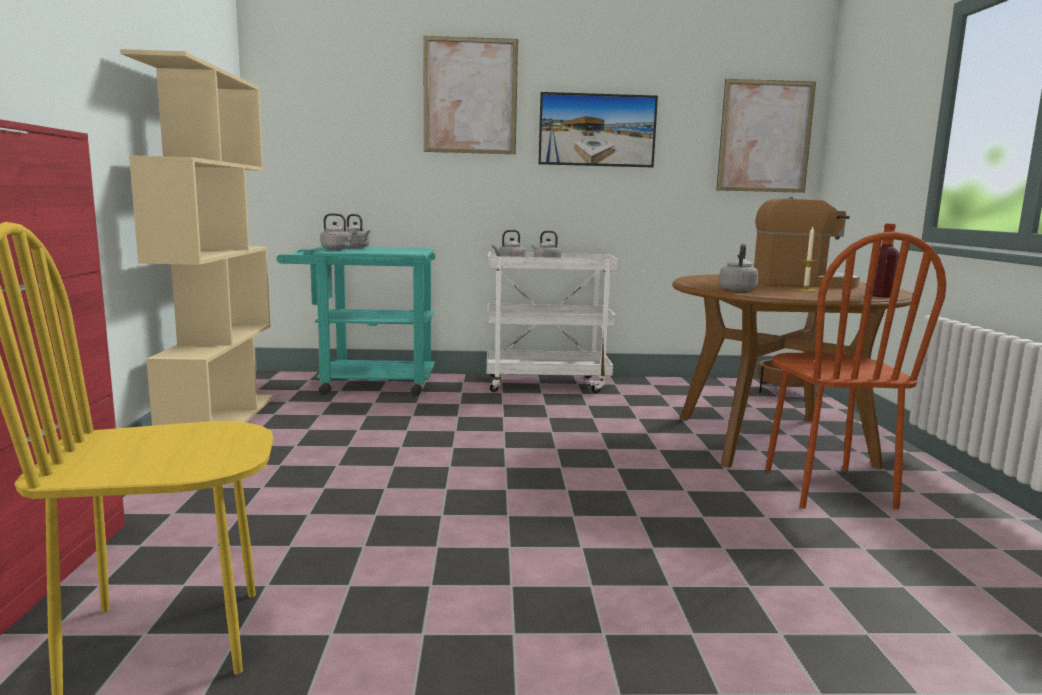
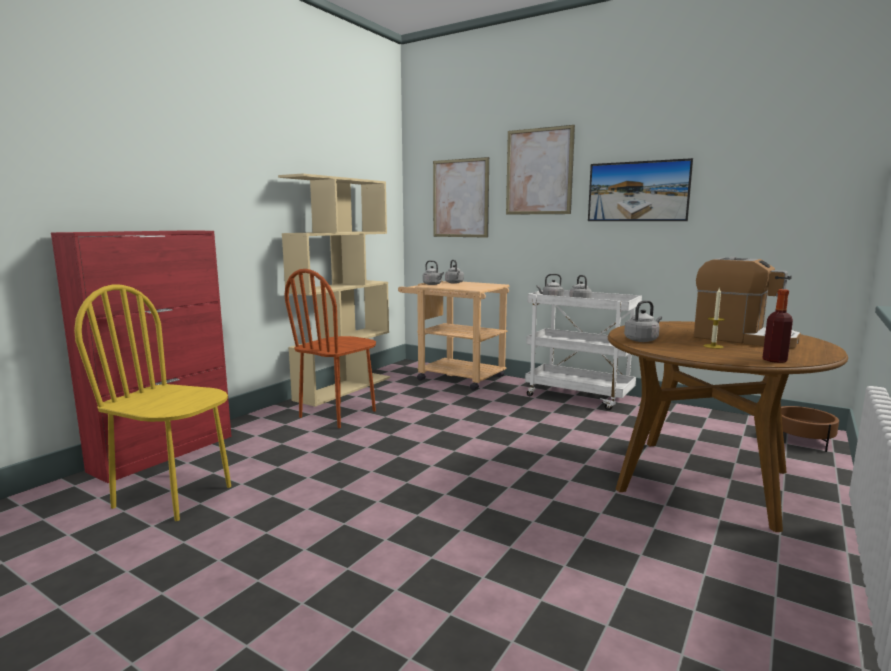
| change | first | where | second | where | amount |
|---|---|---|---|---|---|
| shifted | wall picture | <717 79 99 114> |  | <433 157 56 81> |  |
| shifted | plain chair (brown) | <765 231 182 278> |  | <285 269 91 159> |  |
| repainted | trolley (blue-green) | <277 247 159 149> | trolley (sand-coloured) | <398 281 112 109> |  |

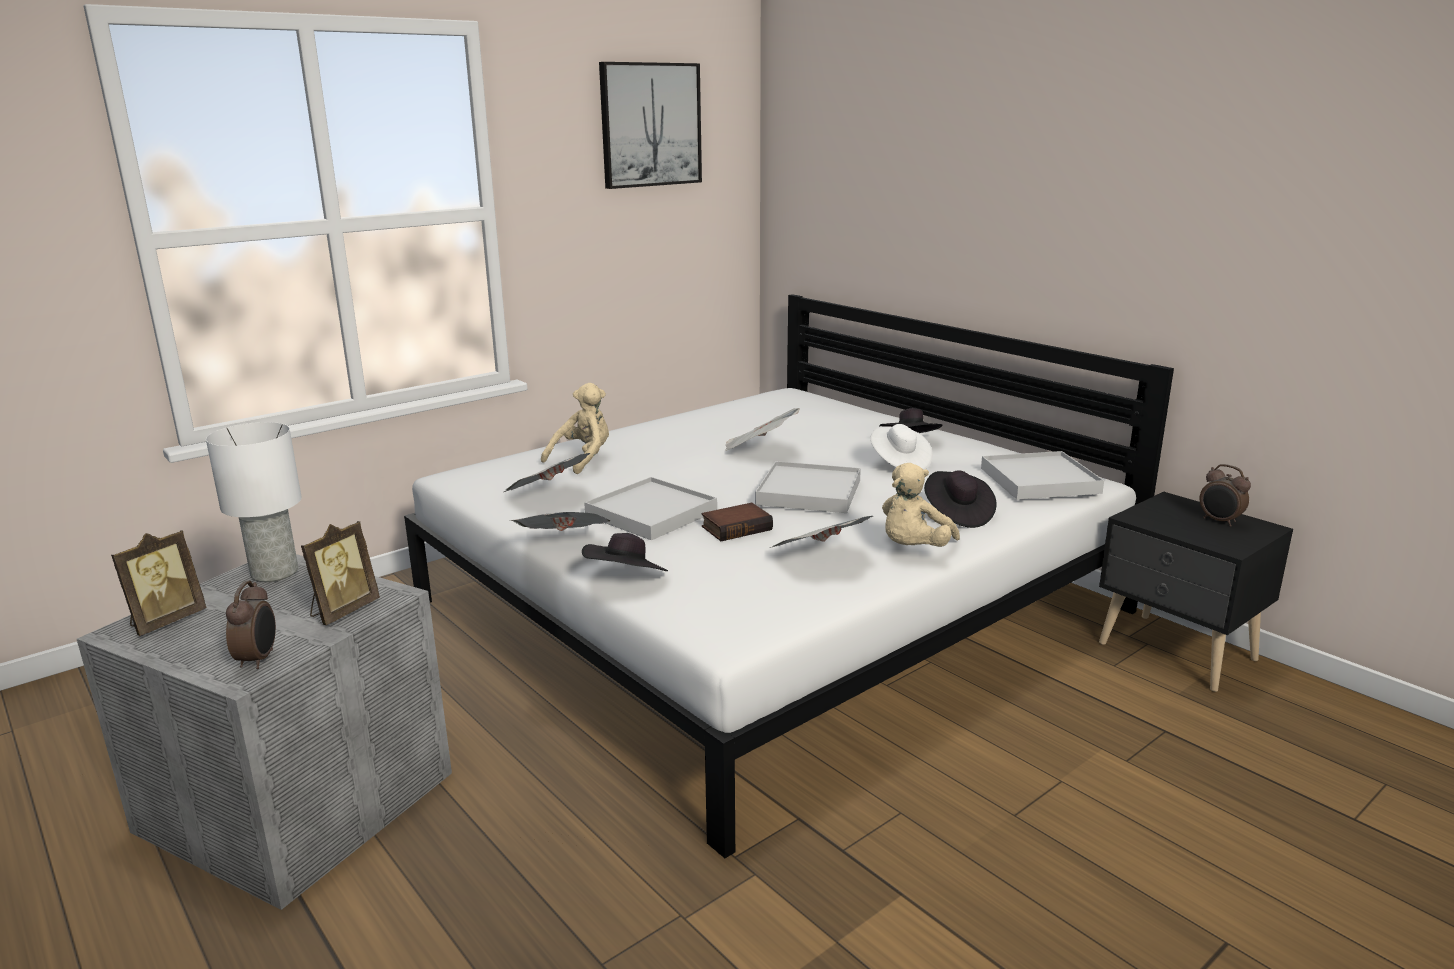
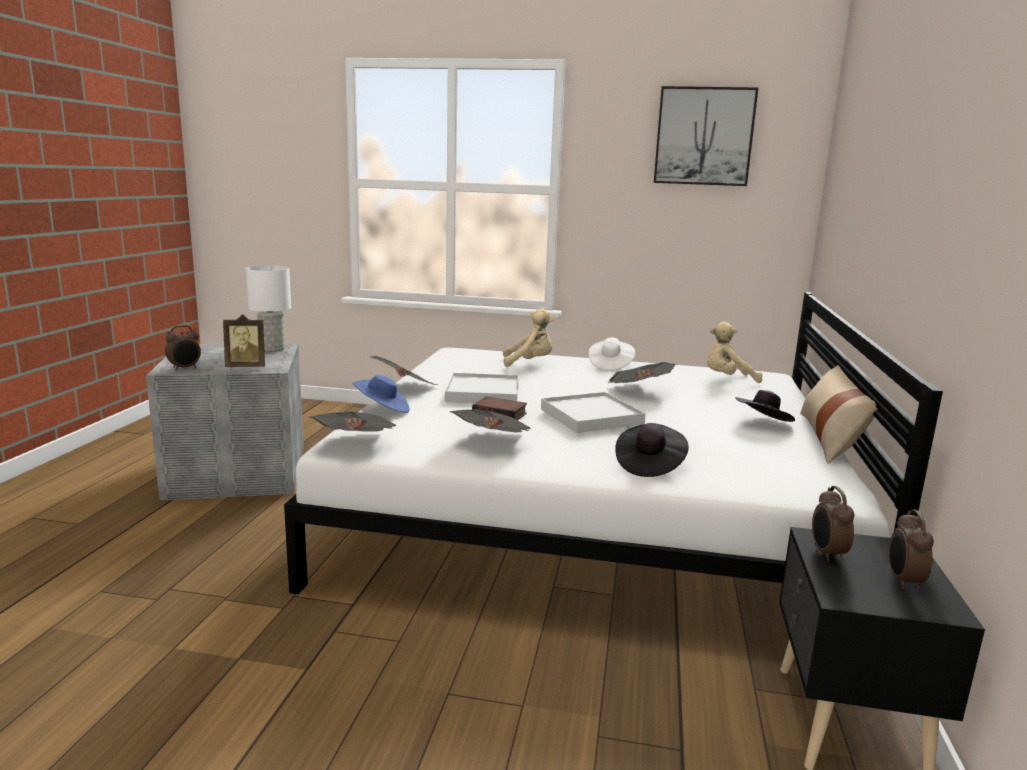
| change | first | where | second | where | amount |
|---|---|---|---|---|---|
| shifted | clothing hat (white-coloured) | <870 424 63 46> |  | <588 338 48 33> |  |
| gone | tray (white-coloured) | <981 451 123 49> |  |  |  |
| shifted | printed paper | <504 453 86 39> |  | <309 412 87 20> |  |
| shifted | cuddly toy (sand-coloured) | <882 463 78 84> |  | <707 322 55 61> |  |
| gone | standing frame | <111 530 95 106> |  |  |  |
| repainted | clothing hat (black-coloured) | <582 533 86 38> | clothing hat (bluish) | <353 375 57 38> |  |
| new |  |  | pillow (sand-coloured) | <800 365 78 99> |  |
| new |  |  | bedside clock | <812 486 42 75> |  |

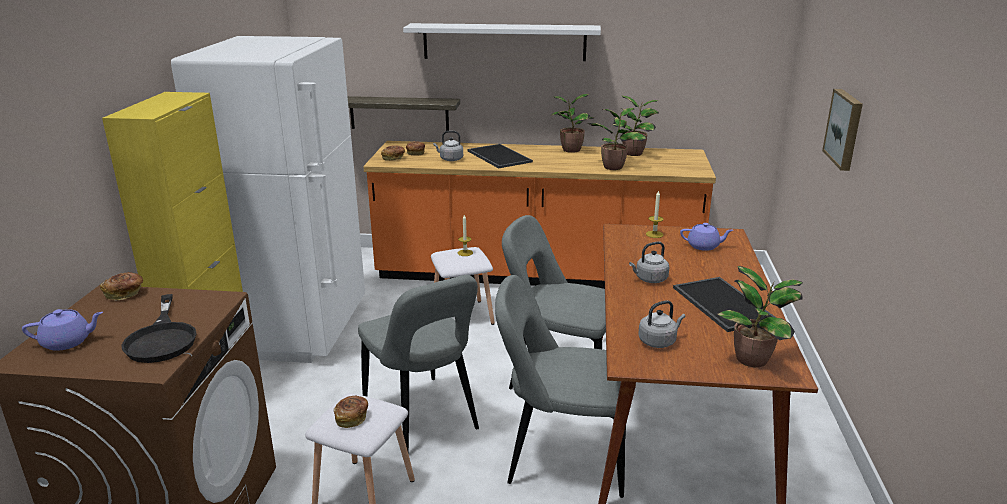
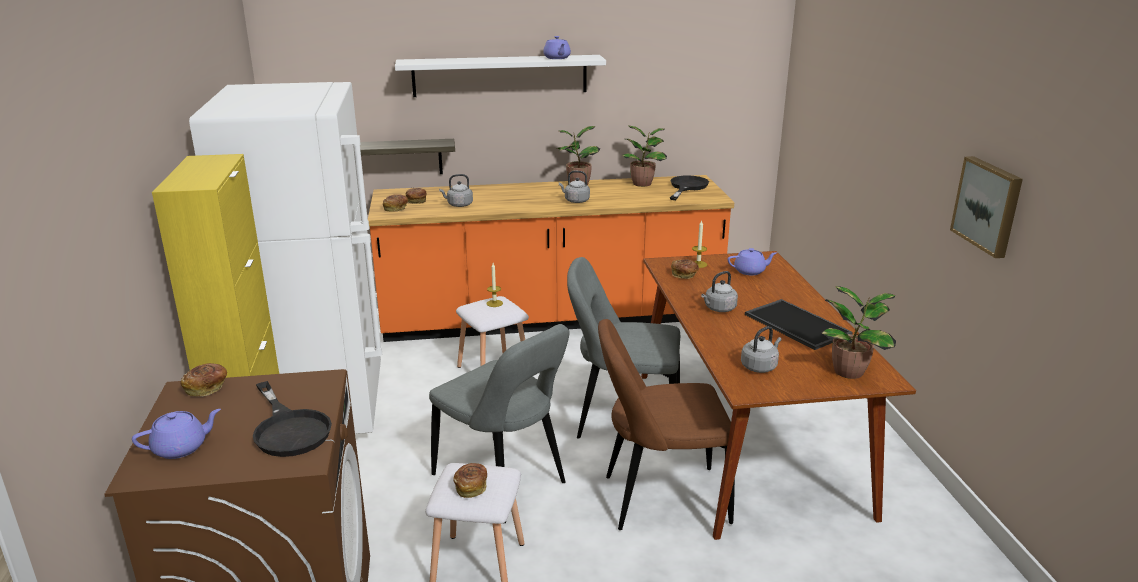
| change | first | where | second | where | amount |
|---|---|---|---|---|---|
| shifted | wall picture | <822 89 41 82> |  | <950 156 73 102> |  |
| gone | potted plant | <589 108 57 62> |  |  |  |
| gone | tray | <467 144 66 24> |  |  |  |
| repainted | plain chair (greyish) | <495 275 131 223> | plain chair (brown) | <598 319 137 211> |  |
| new |  |  | pot for tea (purple-coloured) | <543 36 28 23> |  |
| new |  |  | water kettle (greyish) | <559 171 31 32> |  |
| new |  |  | frying pan (black-coloured) | <670 175 39 25> |  |
| new |  |  | bakery bread | <671 259 28 20> |  |

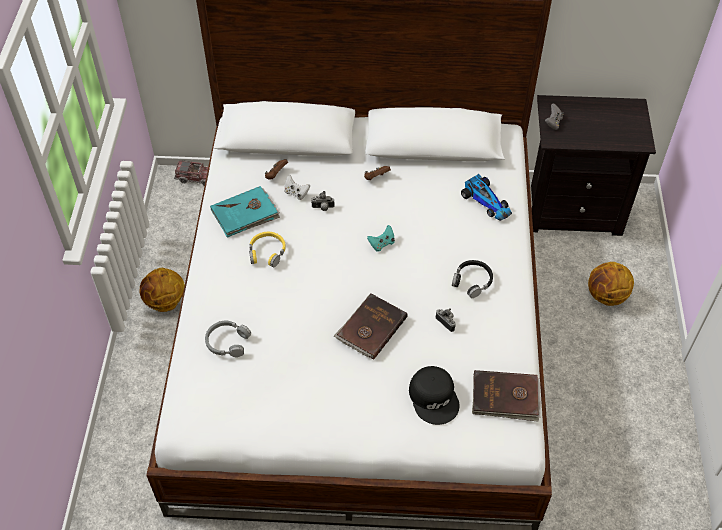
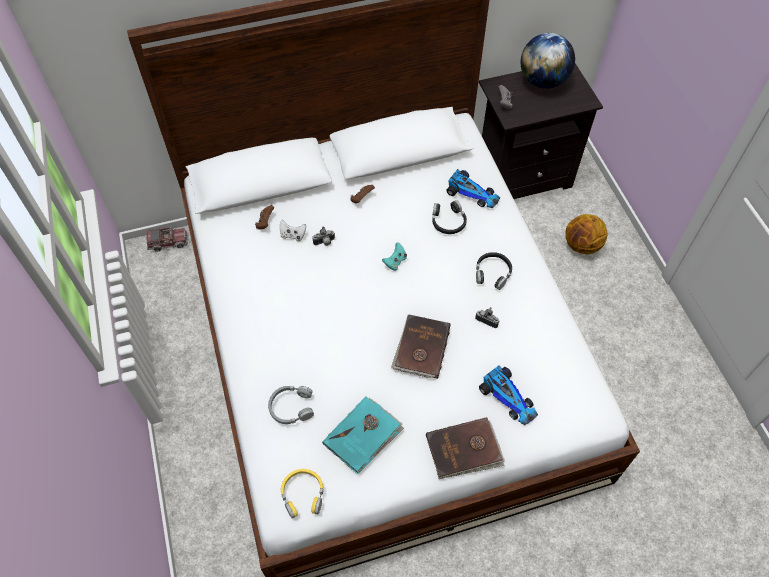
| change | first | where | second | where | amount |
|---|---|---|---|---|---|
| shifted | volume (blue-green) | <210 186 70 51> |  | <322 397 82 77> |  |
| shifted | pair of headphones (yellowish) | <249 232 37 36> |  | <281 469 42 49> |  |
| gone | ball for basketball | <140 268 45 44> |  |  |  |
| swapped | baseball cap (black-coloured) | <409 366 51 59> | model car | <479 365 59 60> |  |
| shifted | volume (brown) | <472 370 69 52> |  | <426 417 79 62> |  |
| new |  |  | desk globe | <521 33 54 56> |  |
| new |  |  | pair of headphones (black-coloured) | <432 200 35 34> |  |

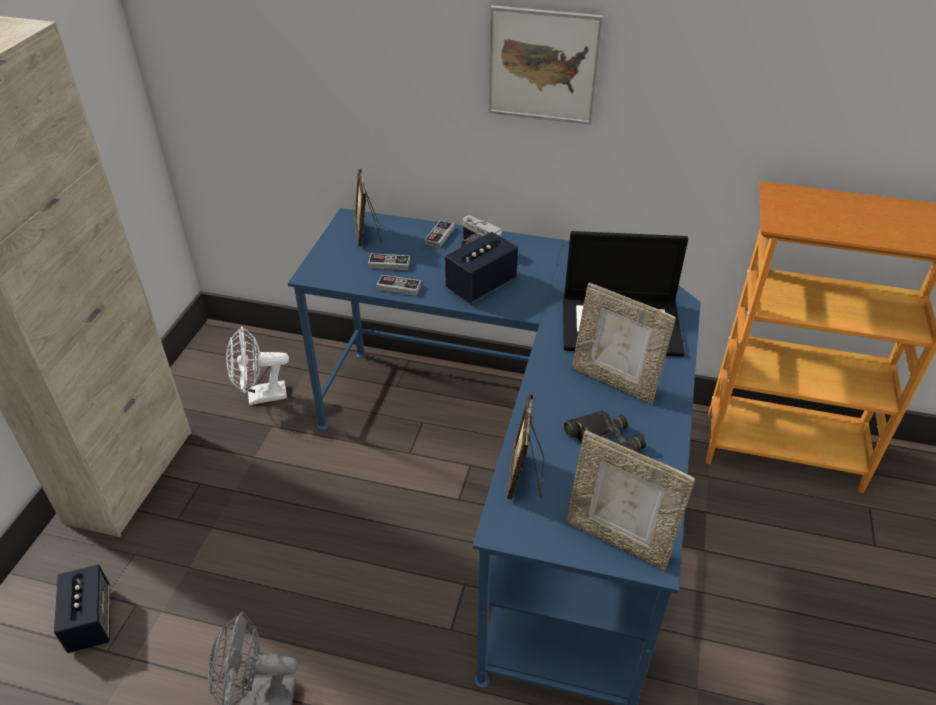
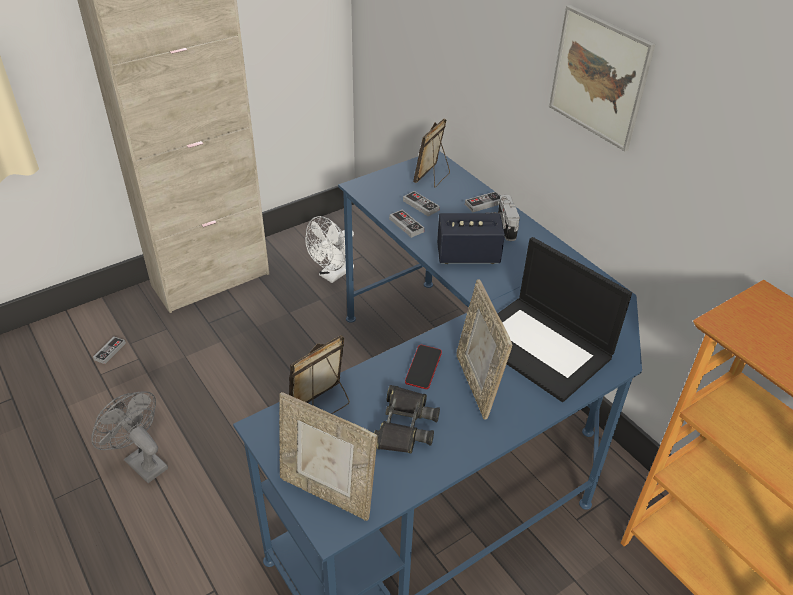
| change | first | where | second | where | amount |
|---|---|---|---|---|---|
| rotated | cooling fan (white-coloured) | <226 326 63 79> |  | <306 216 48 67> | 75 degrees counterclockwise |
| rotated | standing frame | <566 430 129 140> |  | <279 392 99 129> | 45 degrees counterclockwise |
| swapped | loudspeaker | <54 564 56 89> | game controller | <93 336 33 28> |  |
| new |  |  | phone | <405 345 37 44> |  |

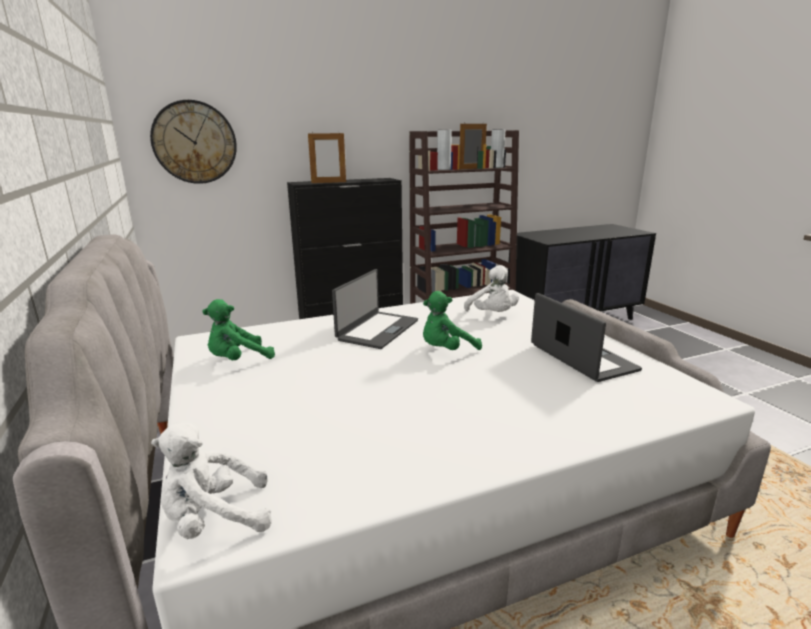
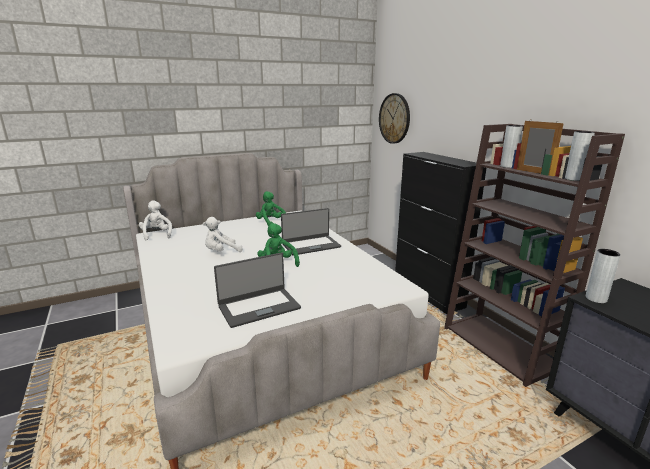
| change | first | where | second | where | amount |
|---|---|---|---|---|---|
| gone | standing frame | <308 132 38 51> |  |  |  |
| shifted | cuddly toy (white-coloured) | <464 265 55 47> |  | <203 217 40 35> |  |
| rotated | laptop | <332 269 86 80> |  | <281 208 60 47> | 45 degrees counterclockwise |
| new |  |  | flower vase (greyish) | <585 249 35 54> |  |

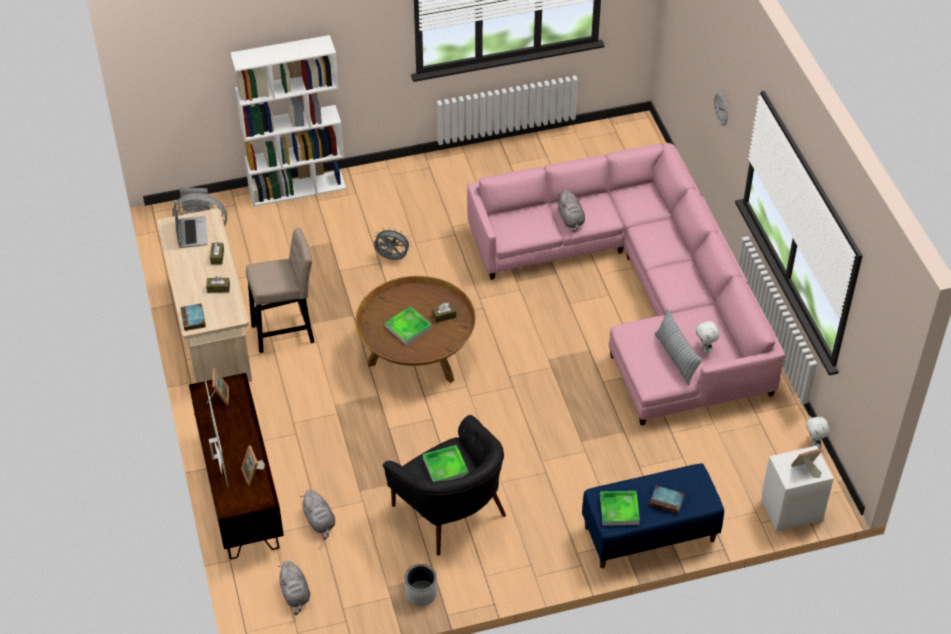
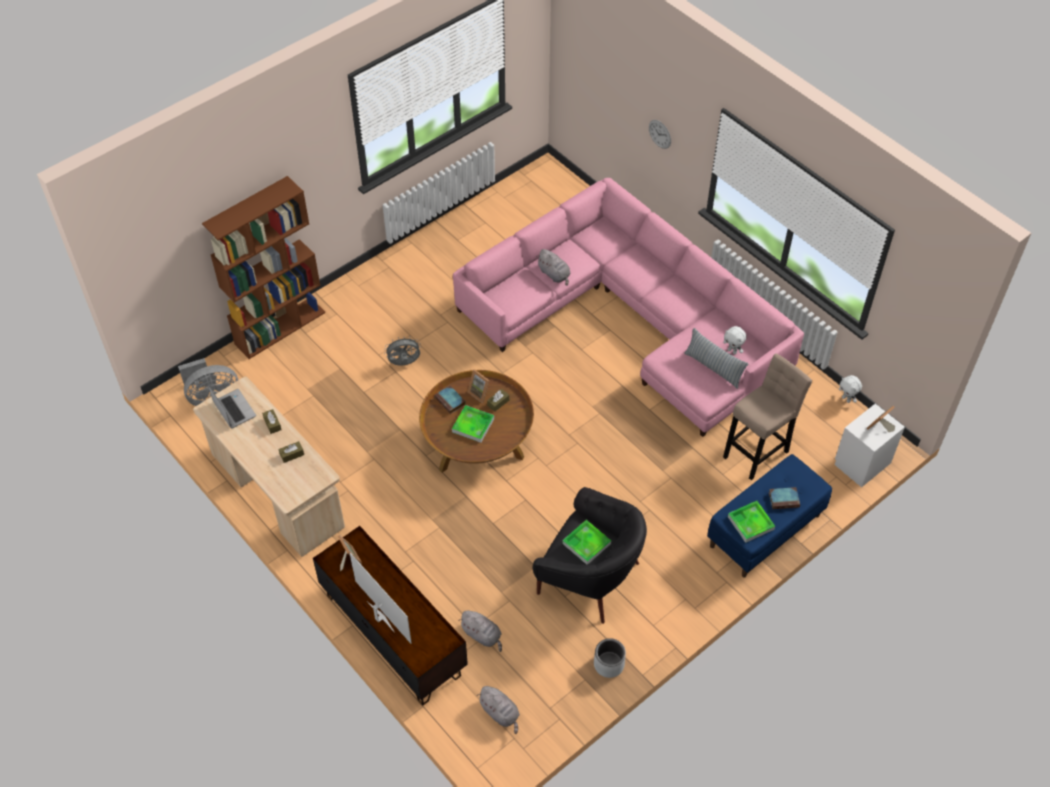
| change | first | where | second | where | amount |
|---|---|---|---|---|---|
| repainted | shelving unit (white-coloured) | <230 35 116 172> | shelving unit (brown) | <202 176 123 183> |  |
| shifted | sitting stool (sand-coloured) | <246 227 68 126> |  | <723 354 89 126> |  |
| shifted | volume | <181 304 25 27> |  | <435 386 31 28> |  |
| shifted | standing frame | <241 446 24 40> |  | <468 369 22 34> |  |

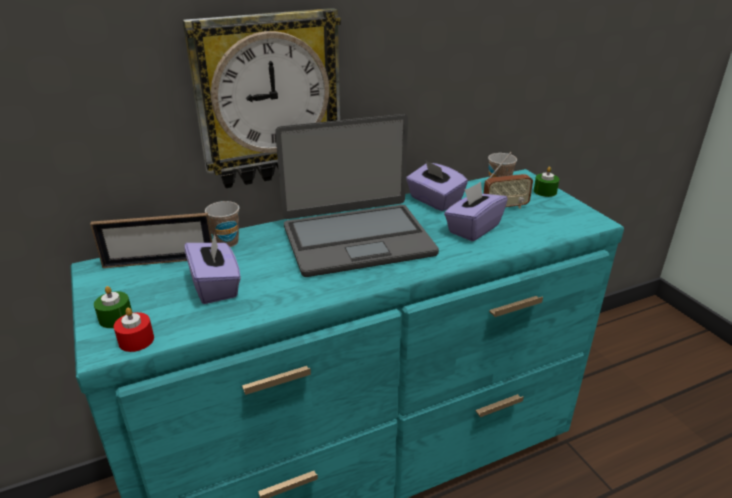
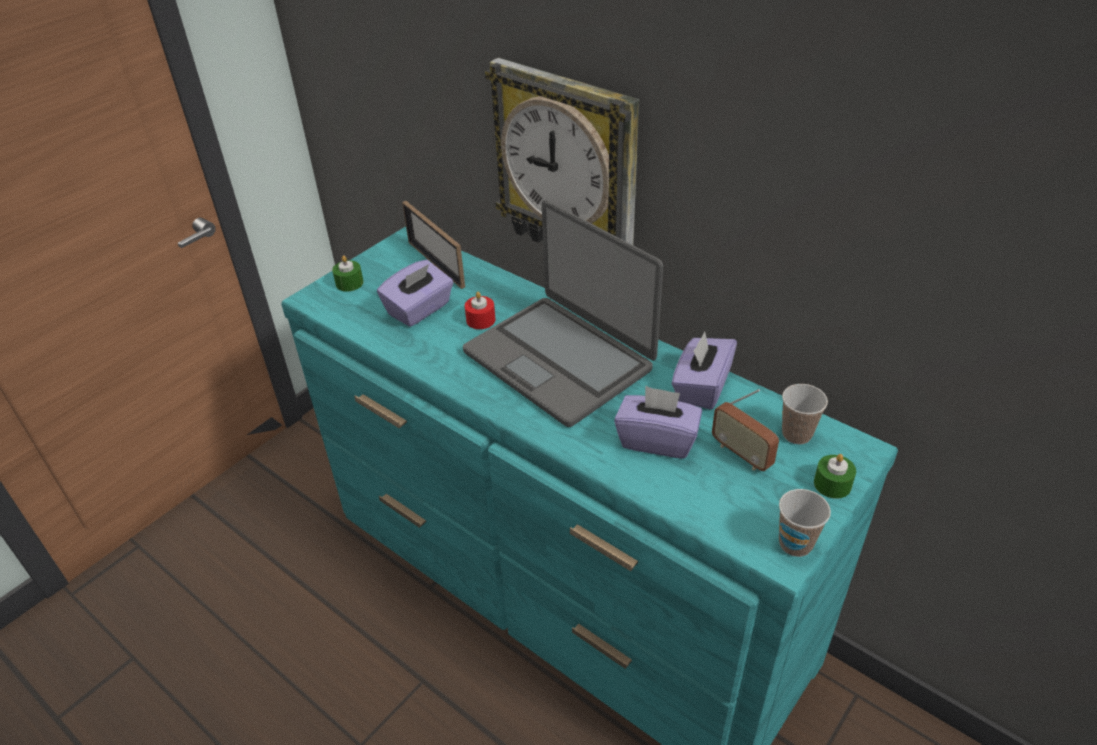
| change | first | where | second | where | amount |
|---|---|---|---|---|---|
| shifted | small cup | <205 201 35 46> |  | <779 489 52 68> |  |
| shifted | wax light (red) | <114 308 40 44> |  | <465 291 30 38> |  |

